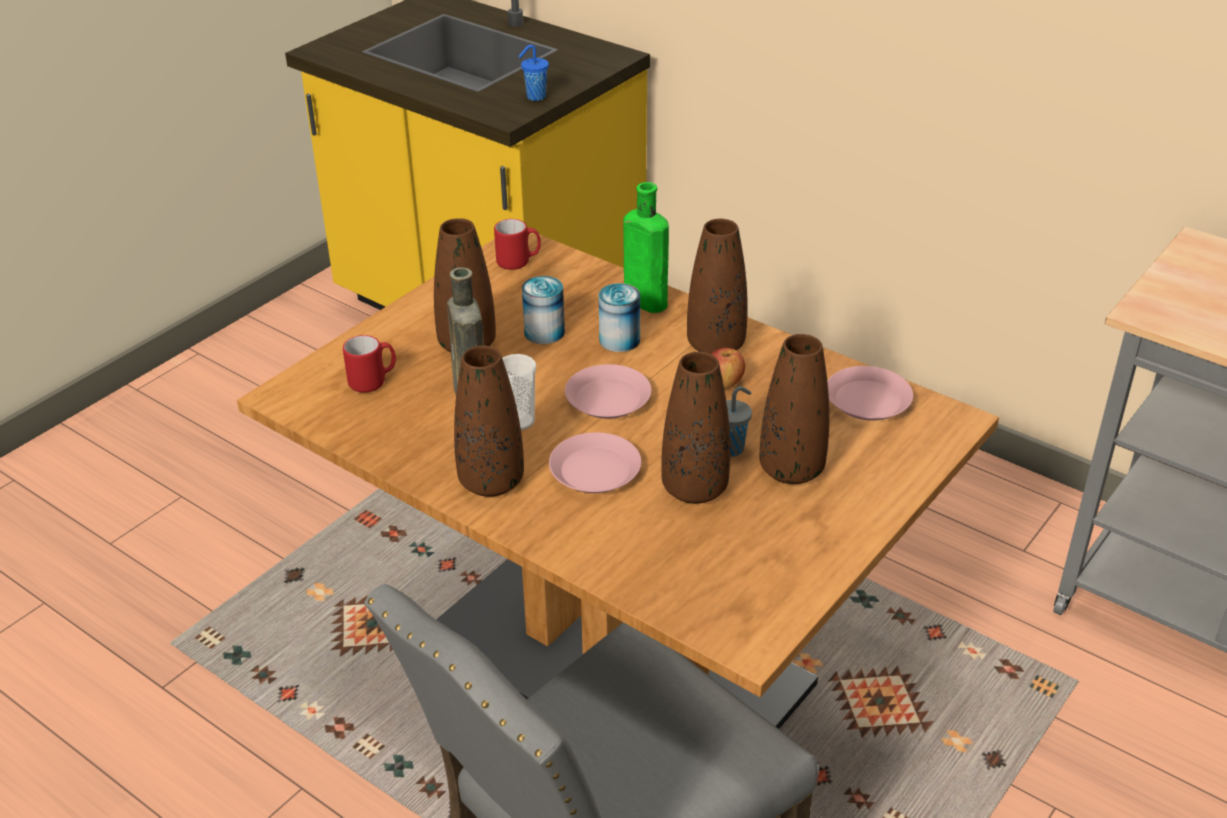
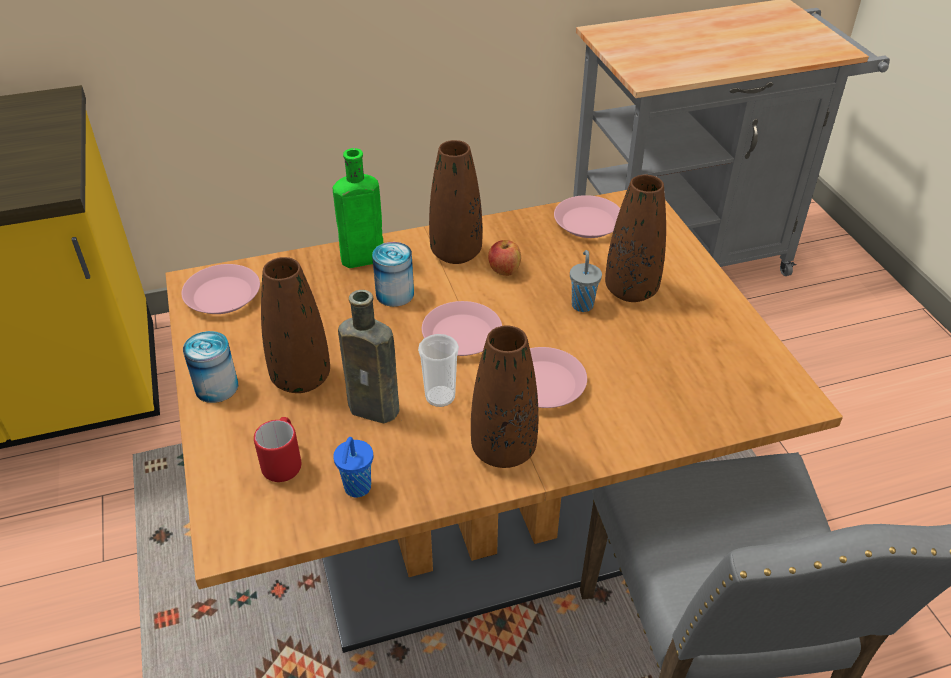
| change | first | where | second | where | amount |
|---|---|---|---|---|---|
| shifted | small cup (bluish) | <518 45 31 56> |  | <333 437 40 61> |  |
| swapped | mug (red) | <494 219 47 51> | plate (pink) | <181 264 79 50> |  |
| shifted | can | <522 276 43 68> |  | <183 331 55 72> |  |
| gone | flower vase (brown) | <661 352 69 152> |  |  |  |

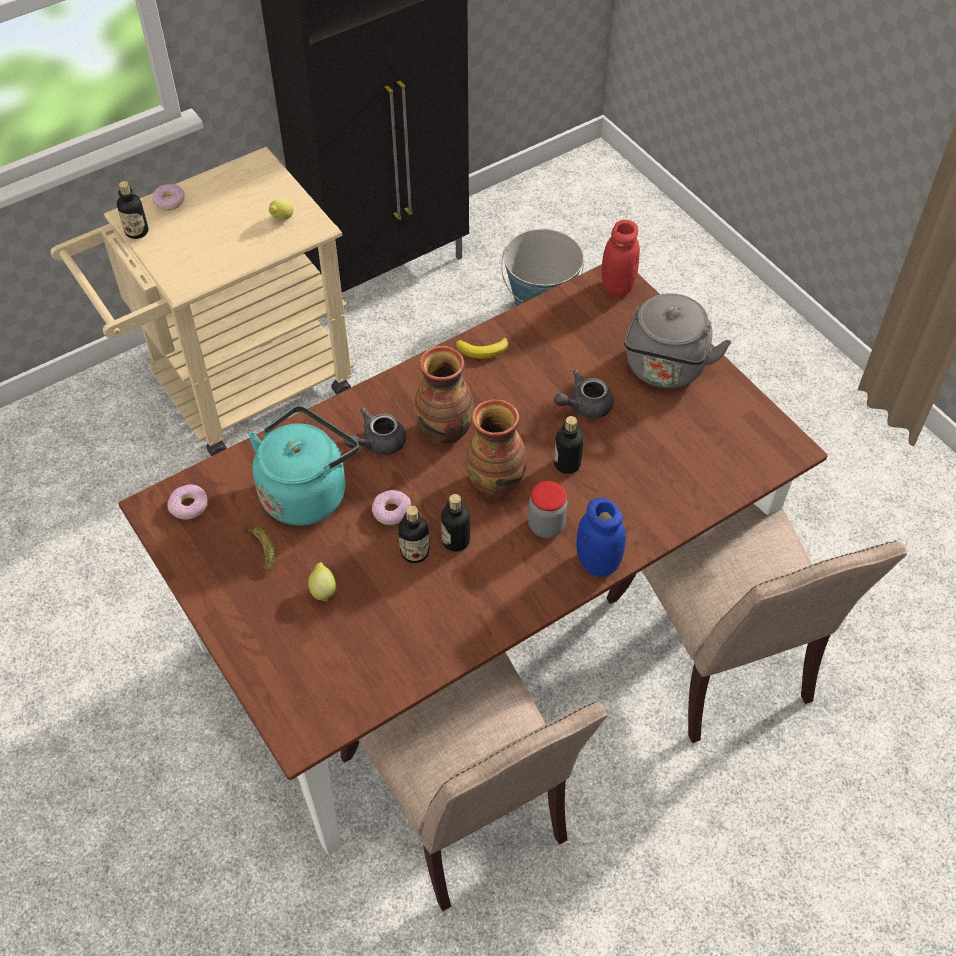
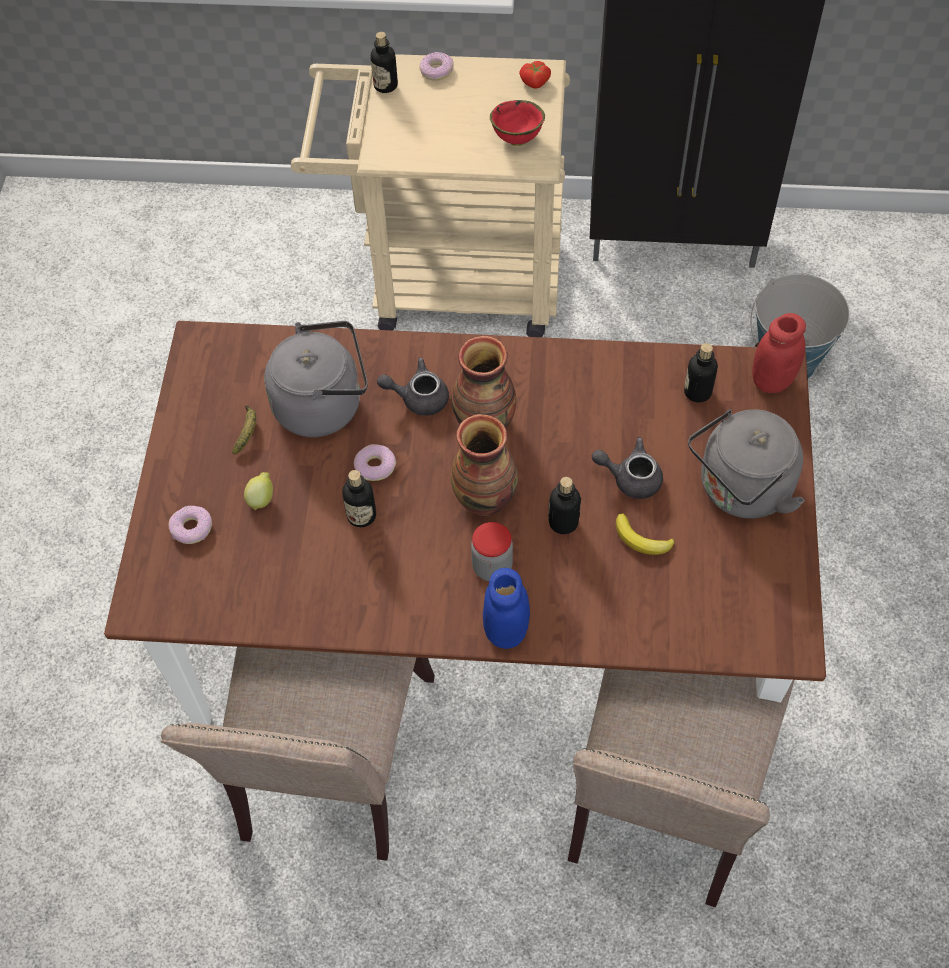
| change | first | where | second | where | amount |
|---|---|---|---|---|---|
| swapped | lemon | <269 198 25 22> | serving bowl (red) | <490 100 55 46> |  |
| shifted | banana | <456 338 52 21> |  | <616 513 59 42> |  |
| repainted | water kettle (blue-green) | <248 406 111 120> | water kettle (greyish) | <264 321 104 116> |  |
| shifted | doughnut | <168 484 40 36> |  | <169 506 43 38> |  |
| shifted | bottle | <441 494 29 58> |  | <684 343 34 59> |  |
| new |  |  | fresh tomato | <519 61 32 28> |  |

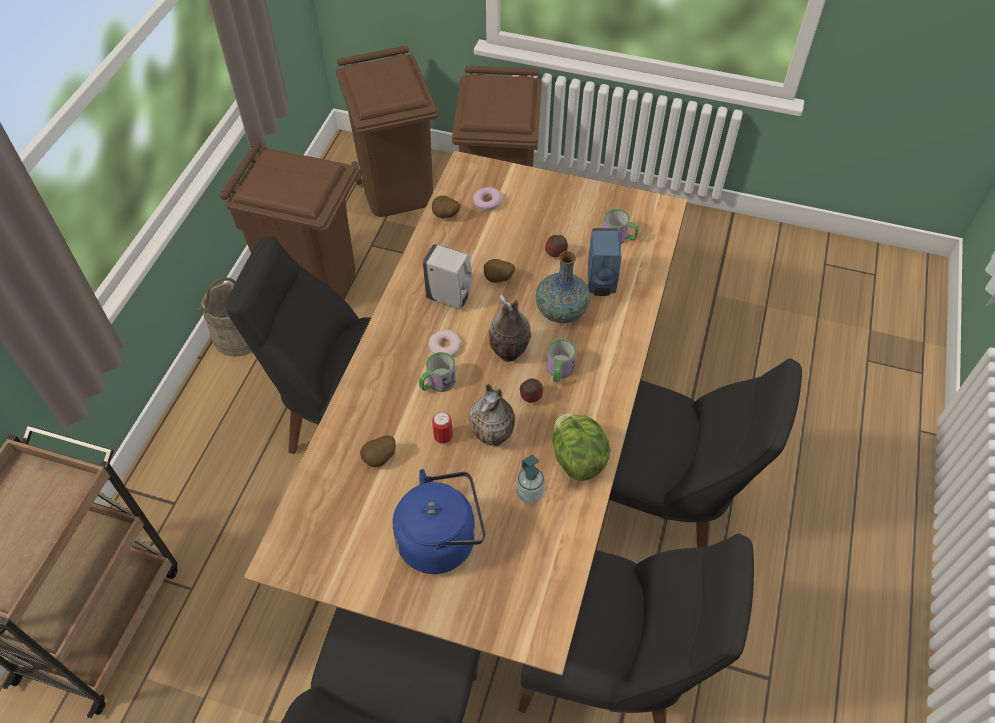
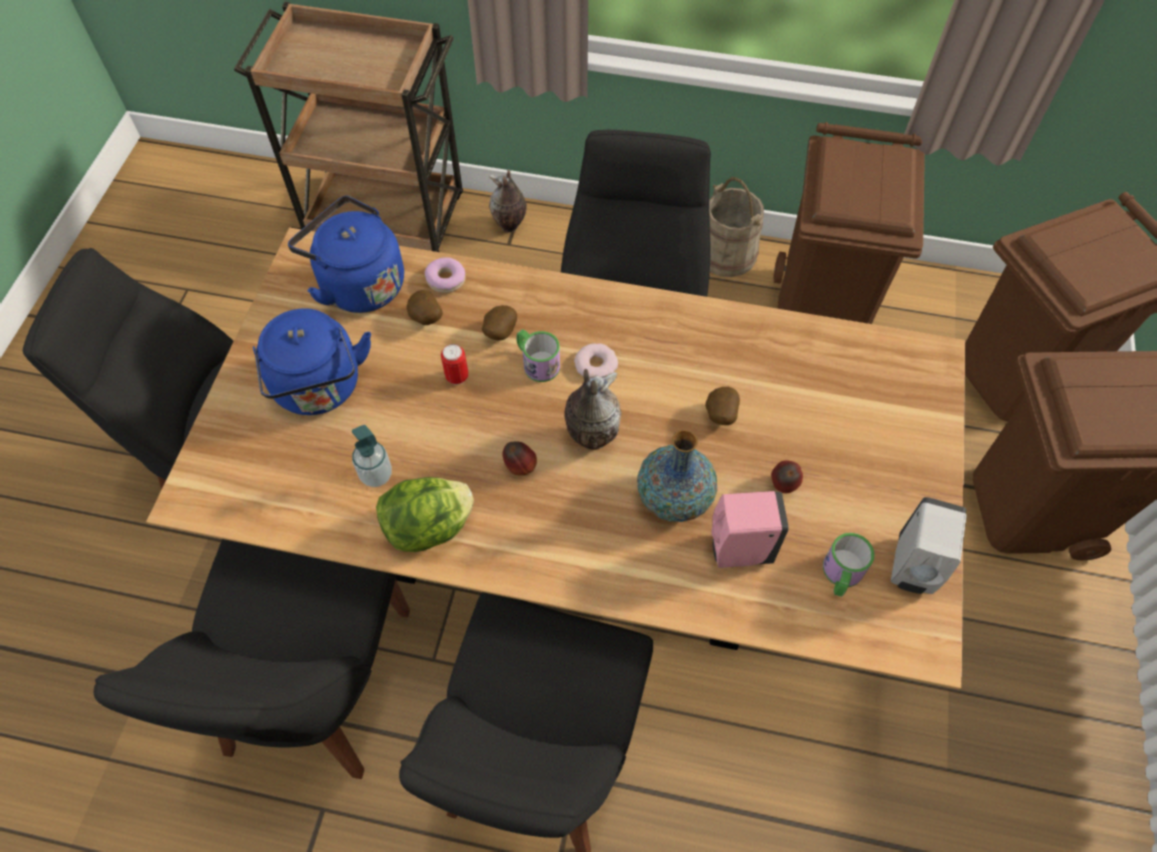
| change | first | where | second | where | amount |
|---|---|---|---|---|---|
| shifted | doughnut | <473 187 29 24> |  | <425 257 41 36> |  |
| shifted | spud | <432 196 28 22> |  | <482 305 35 36> |  |
| repainted | soap bottle (bluish) | <588 228 33 68> | soap bottle (pink) | <711 491 77 77> |  |
| shifted | soap bottle (white-coloured) | <423 244 49 65> |  | <890 497 77 97> |  |
| gone | mug | <546 339 30 43> |  |  |  |
| shifted | flower vase | <469 384 46 62> |  | <489 169 38 63> |  |
| new |  |  | water kettle (bluish) | <288 196 116 117> |  |

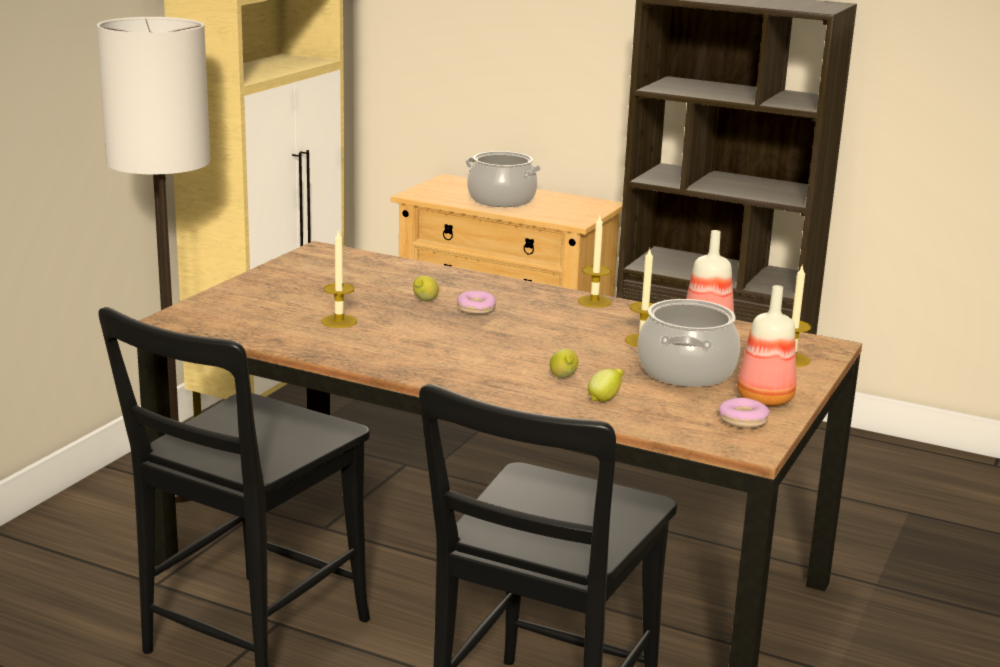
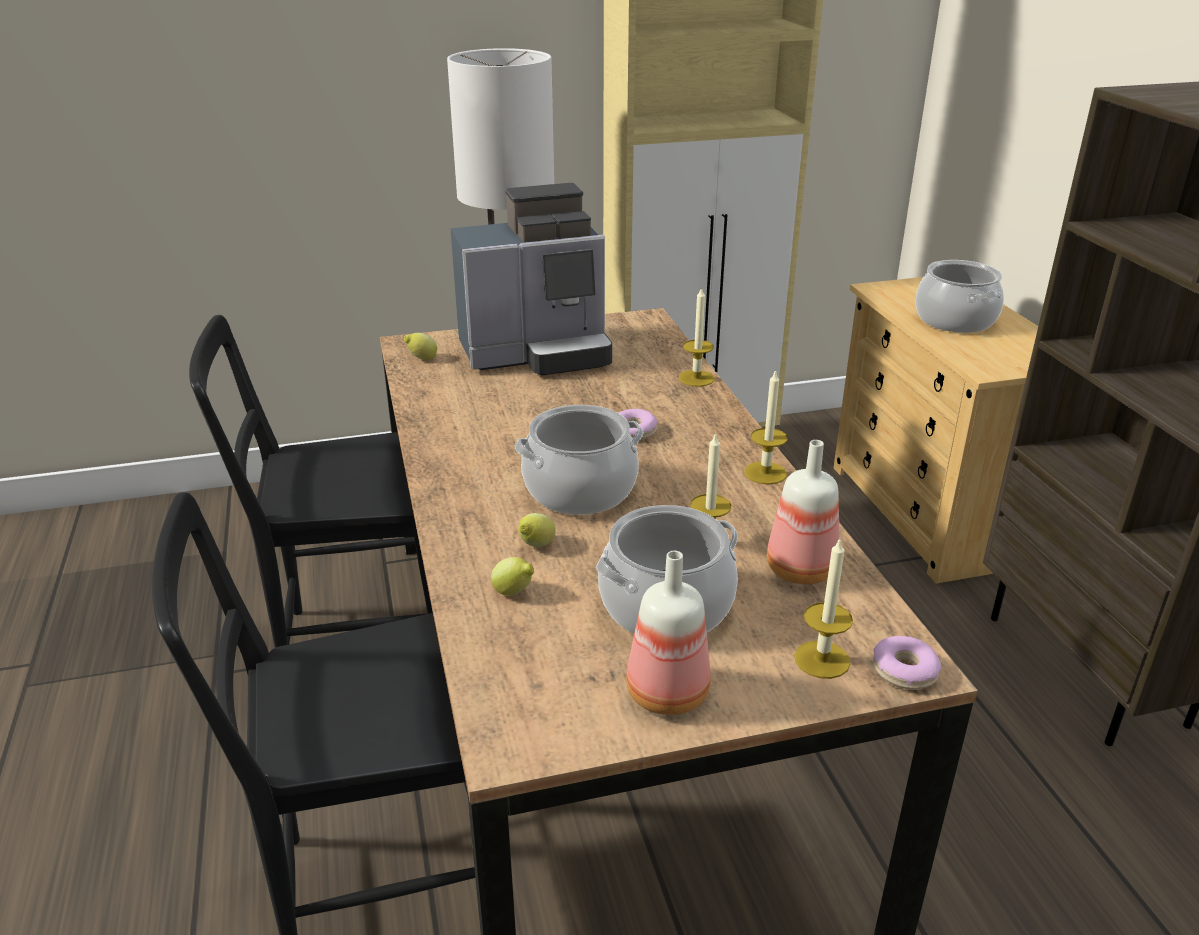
| change | first | where | second | where | amount |
|---|---|---|---|---|---|
| shifted | wax light | <321 229 36 99> |  | <679 286 35 101> |  |
| shifted | lemon | <413 276 26 25> |  | <404 333 33 27> |  |
| shifted | doughnut | <719 398 51 31> |  | <873 636 68 54> |  |
| new |  |  | coffee maker | <450 183 162 193> |  |
| new |  |  | saucepot | <514 405 129 110> |  |

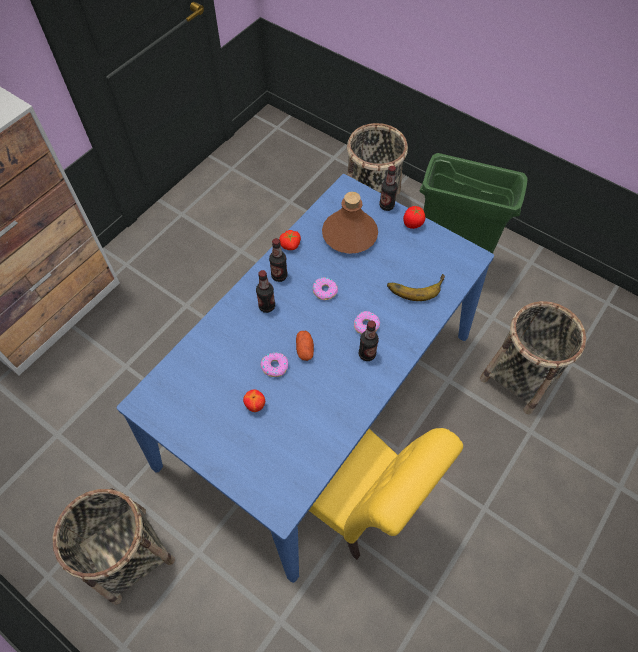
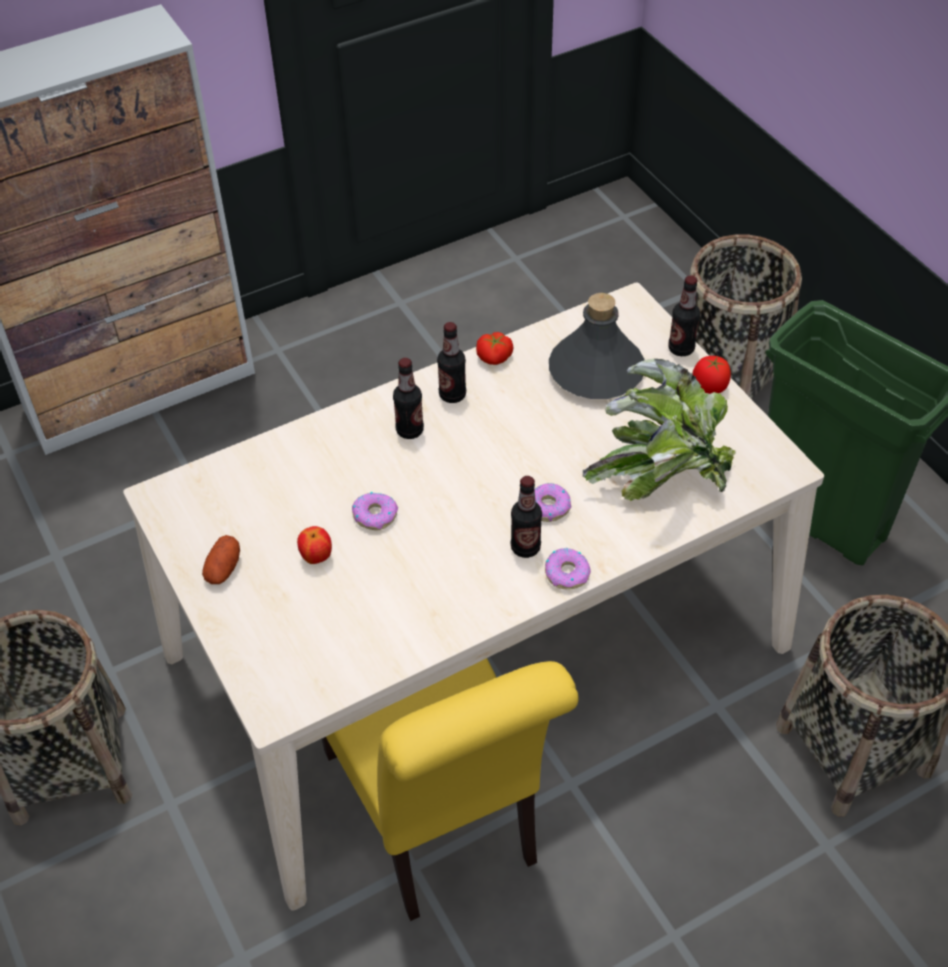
| change | first | where | second | where | amount |
|---|---|---|---|---|---|
| repainted | dining table (bluish) | <117 174 377 409> | dining table (sand-coloured) | <123 282 701 629> |  |
| repainted | bottle (brown) | <322 192 56 62> | bottle (greyish) | <549 293 95 106> |  |
| swapped | banana | <387 274 58 27> | potted plant | <583 359 153 142> |  |
| shifted | doughnut | <313 277 25 23> |  | <545 548 46 42> |  |
| shifted | spud | <296 331 18 30> |  | <202 535 38 49> |  |

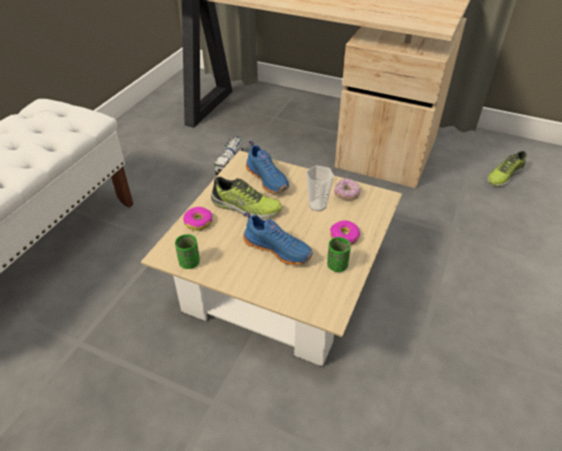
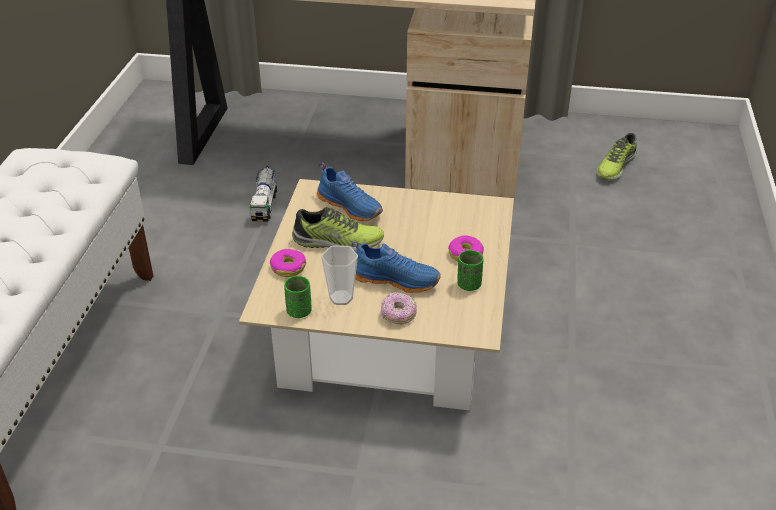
| change | first | where | second | where | amount |
|---|---|---|---|---|---|
| shifted | small cup | <306 166 28 46> |  | <321 246 37 59> |  |
| shifted | doughnut | <334 178 27 23> |  | <381 292 36 32> |  |

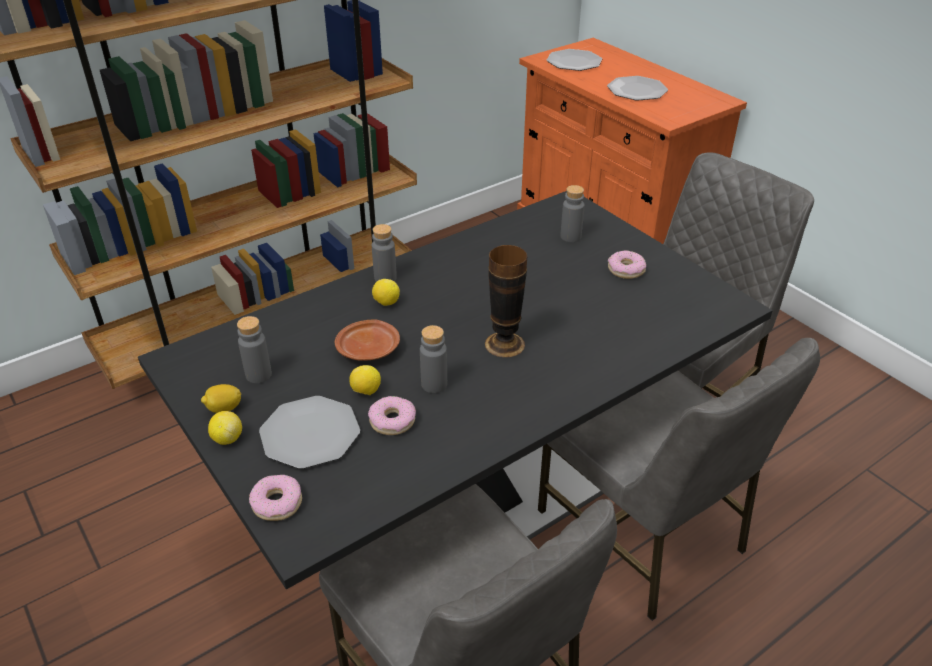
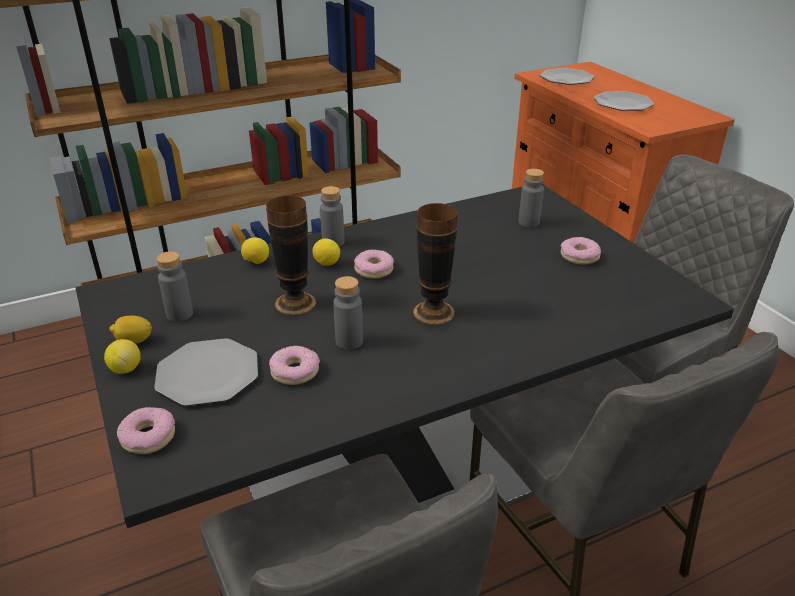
| change | first | where | second | where | amount |
|---|---|---|---|---|---|
| swapped | plate (brown) | <335 320 65 41> | flower vase | <266 196 50 119> |  |
| shifted | lemon | <349 365 32 30> |  | <241 237 28 27> |  |
| new |  |  | doughnut | <354 249 40 30> |  |

